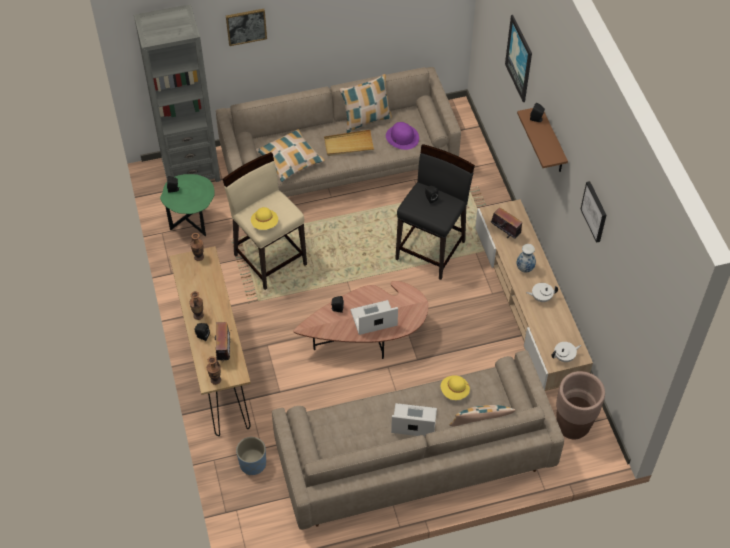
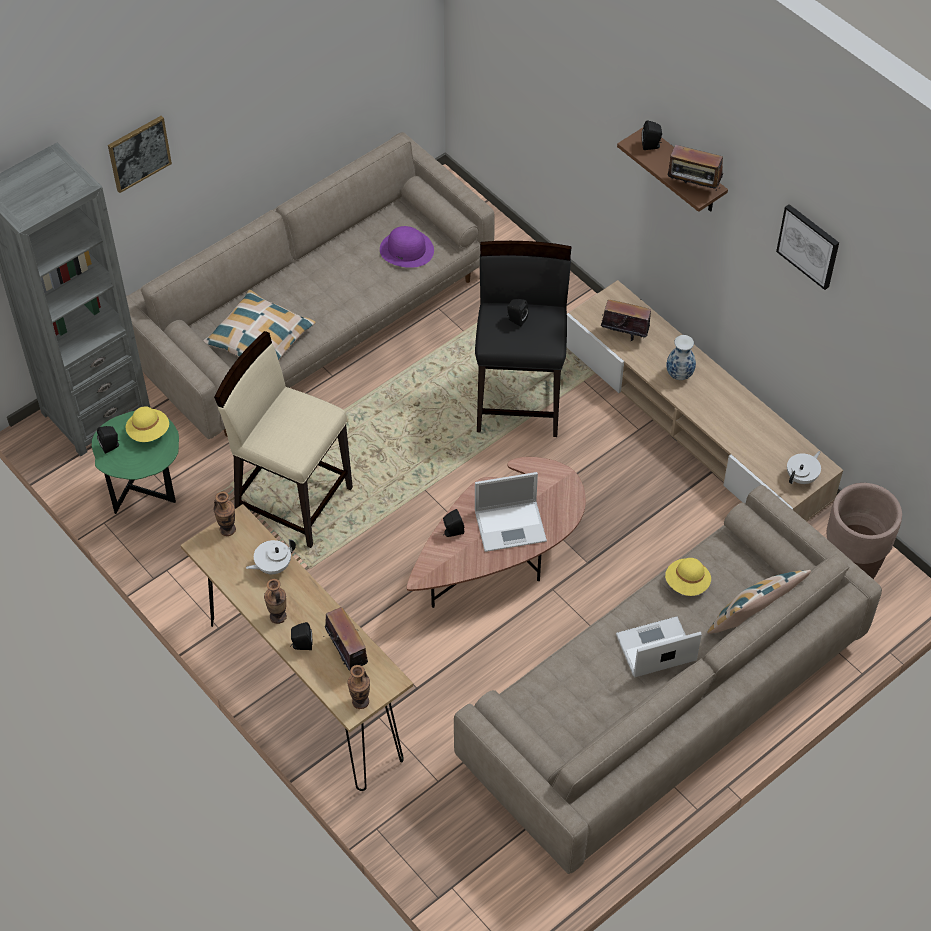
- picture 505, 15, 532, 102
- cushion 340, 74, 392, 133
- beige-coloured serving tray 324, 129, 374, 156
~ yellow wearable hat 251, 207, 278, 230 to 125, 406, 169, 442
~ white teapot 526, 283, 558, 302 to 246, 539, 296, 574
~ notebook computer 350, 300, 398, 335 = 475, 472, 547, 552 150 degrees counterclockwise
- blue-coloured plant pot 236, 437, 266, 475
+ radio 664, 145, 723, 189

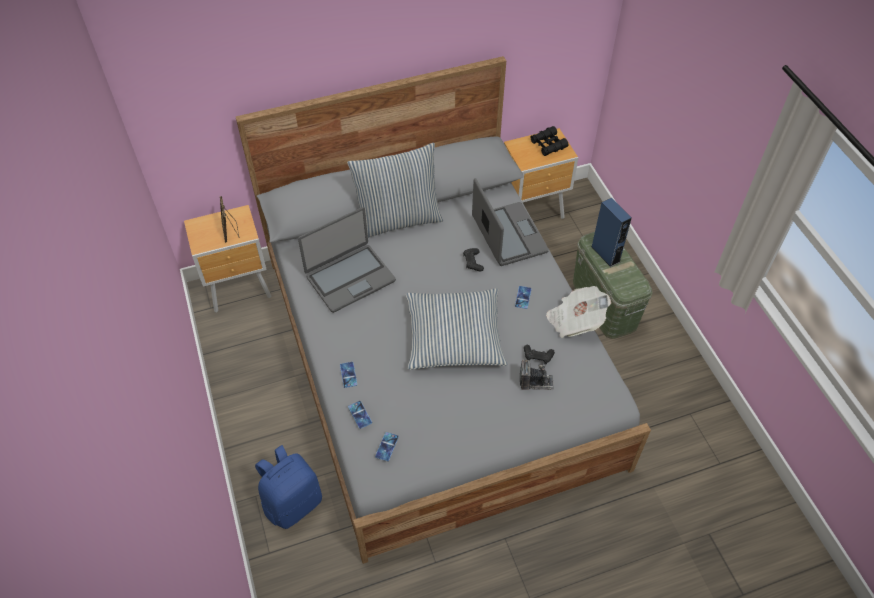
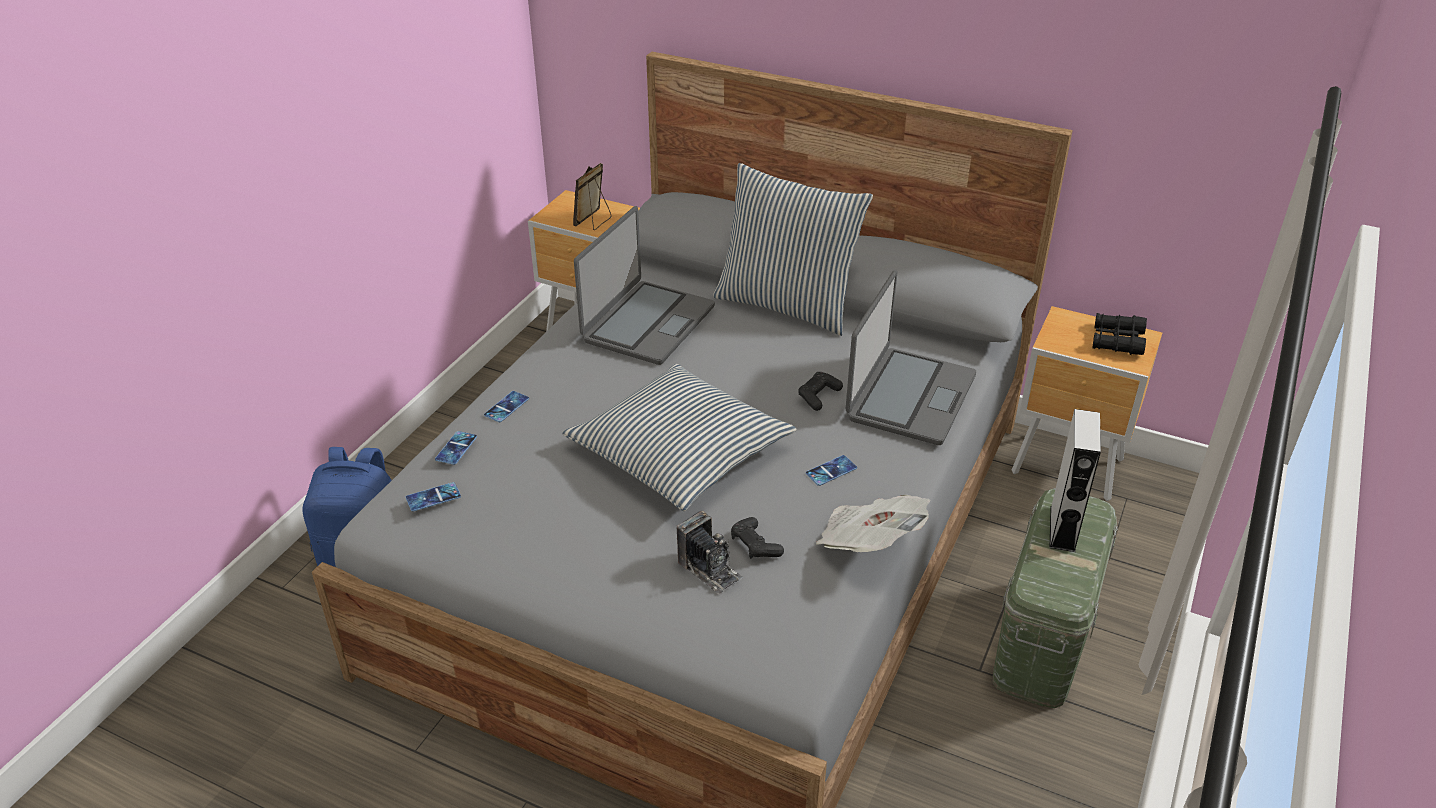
~ blue-coloured audio speaker 591, 198, 632, 267 to gray audio speaker 1050, 409, 1101, 552
~ notebook computer 298, 207, 396, 313 = 574, 206, 715, 365 75 degrees counterclockwise

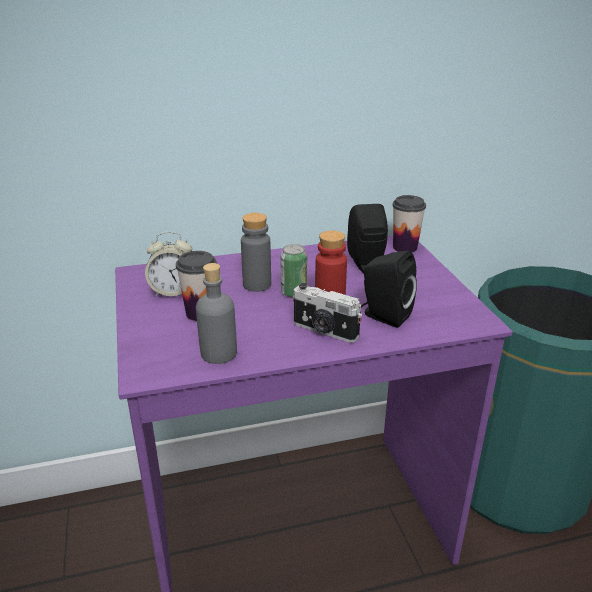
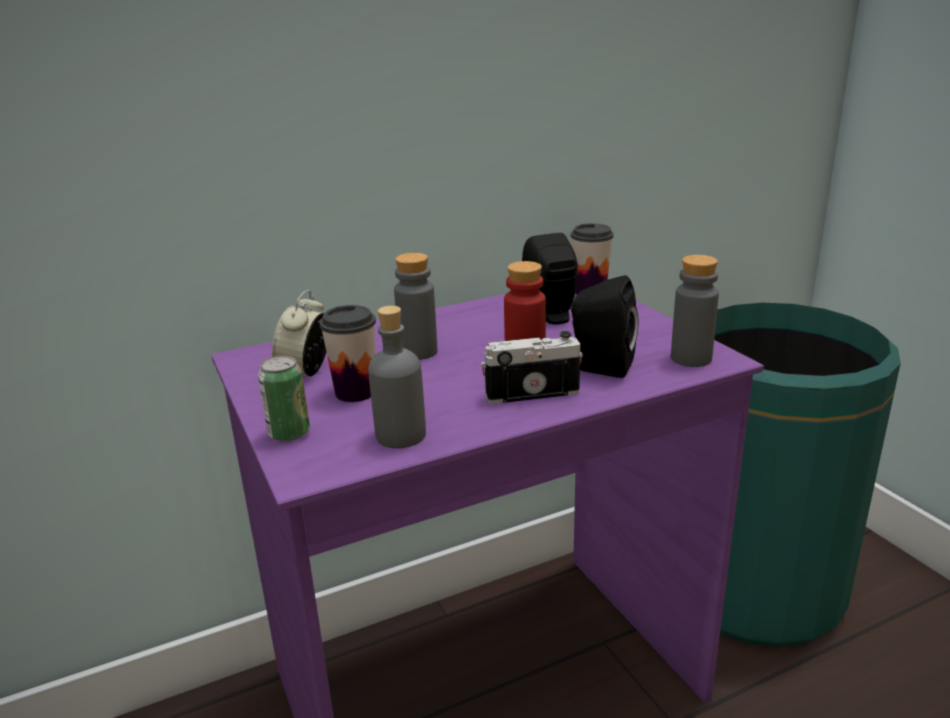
~ table clock 145, 232, 193, 296 = 272, 290, 326, 376 120 degrees clockwise
~ metal can 280, 244, 307, 298 to 258, 356, 310, 442
~ photo camera 293, 283, 362, 343 = 481, 331, 583, 404 150 degrees clockwise
+ gray beverage bottle 671, 255, 719, 367

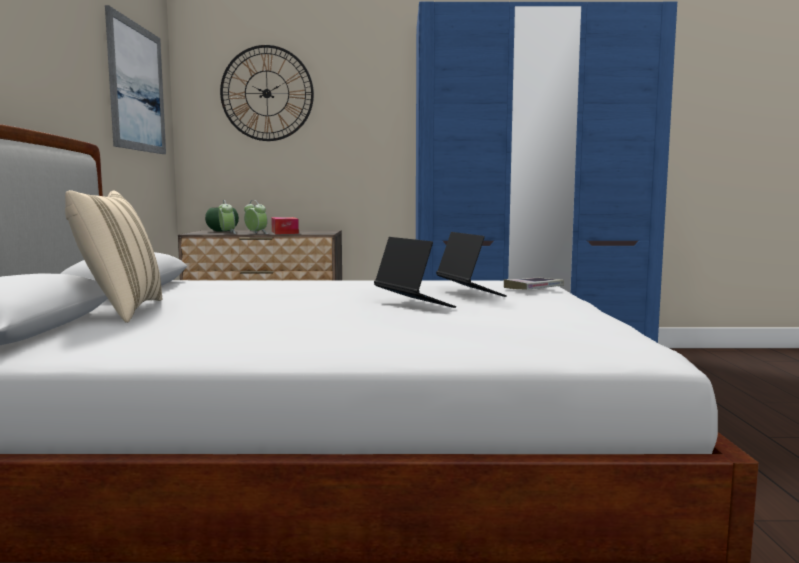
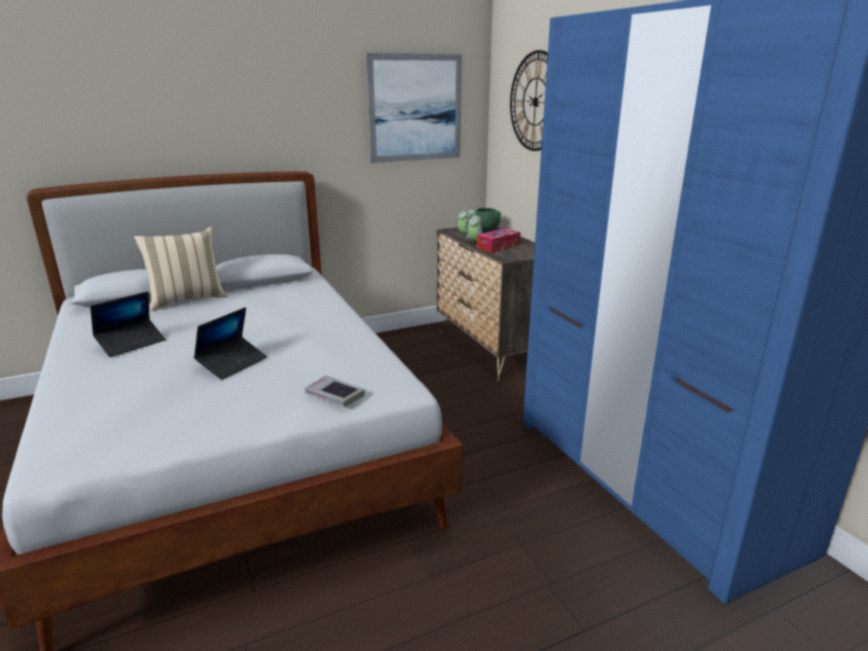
~ notebook computer 436, 232, 507, 297 to 90, 291, 166, 357

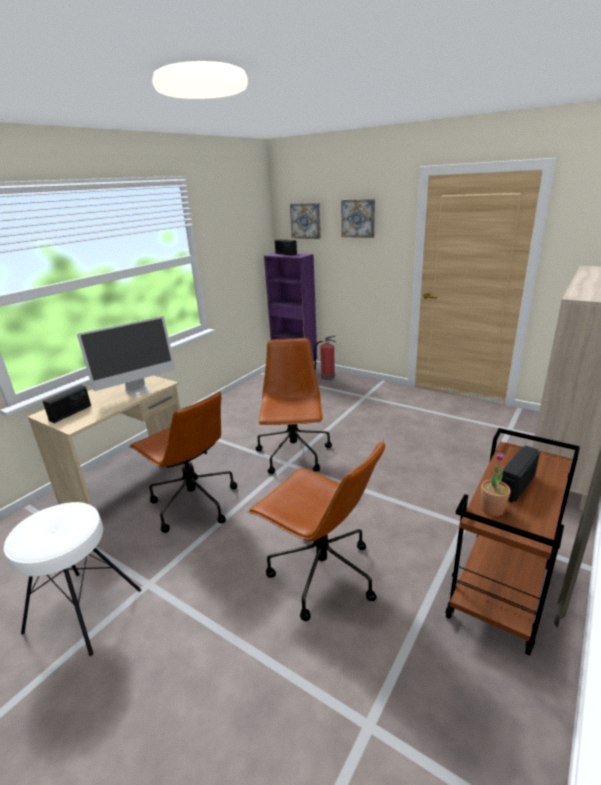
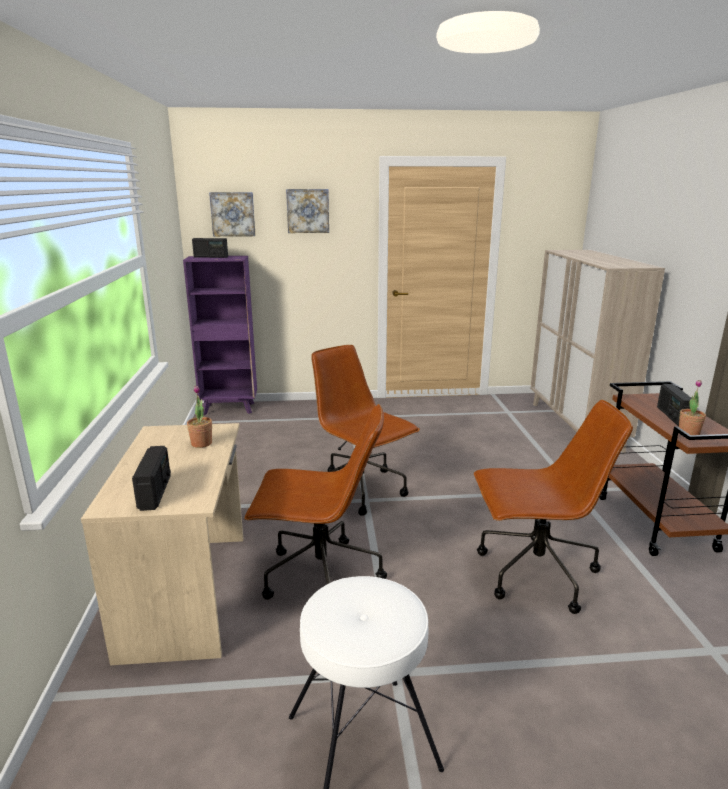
~ computer display 77, 316, 176, 396 to plant in a pot 187, 386, 212, 448
- extinguisher 314, 335, 336, 380

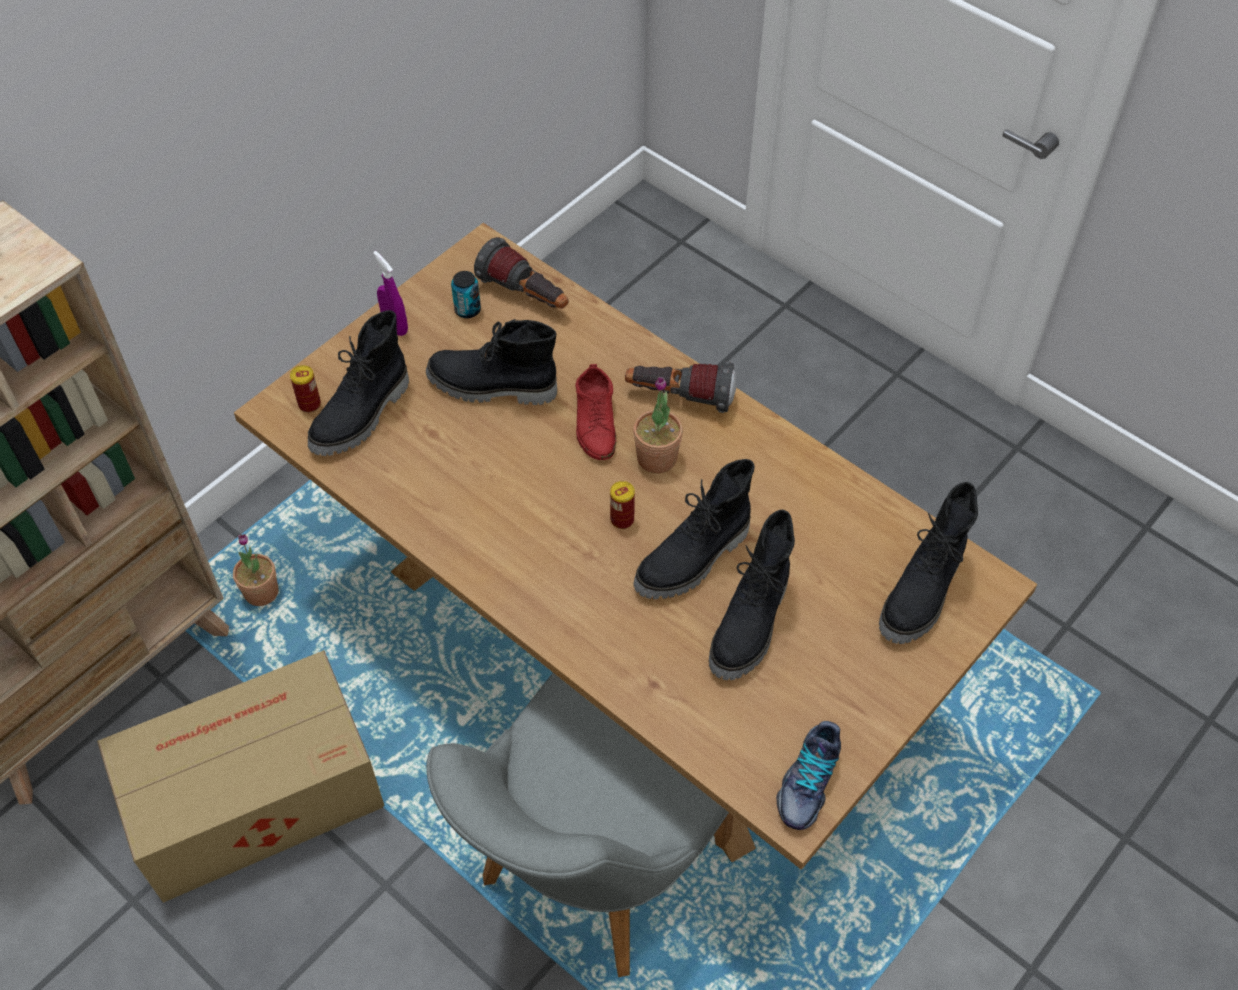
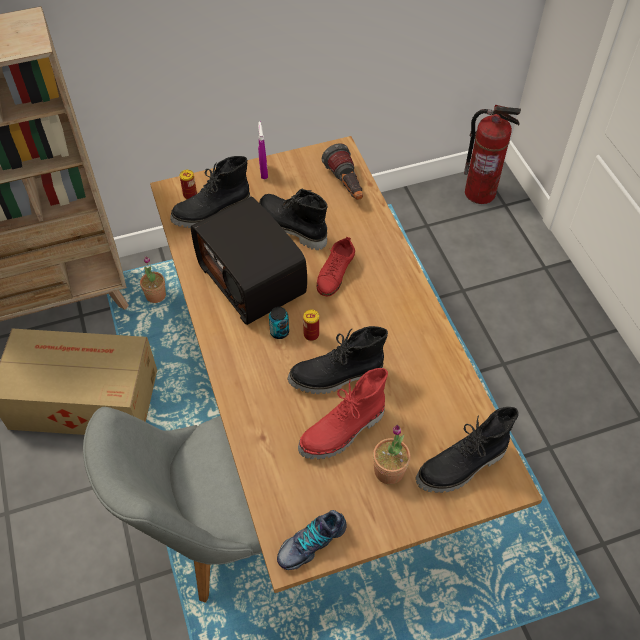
~ metal can 451, 271, 481, 318 to 269, 307, 289, 339
- hand torch 625, 362, 736, 413
~ plant in a pot 633, 376, 683, 474 to 373, 425, 411, 485
~ black tall boot 709, 509, 795, 680 to reddish tall boot 298, 368, 388, 459
+ extinguisher 464, 105, 521, 204
+ radio 191, 196, 307, 325

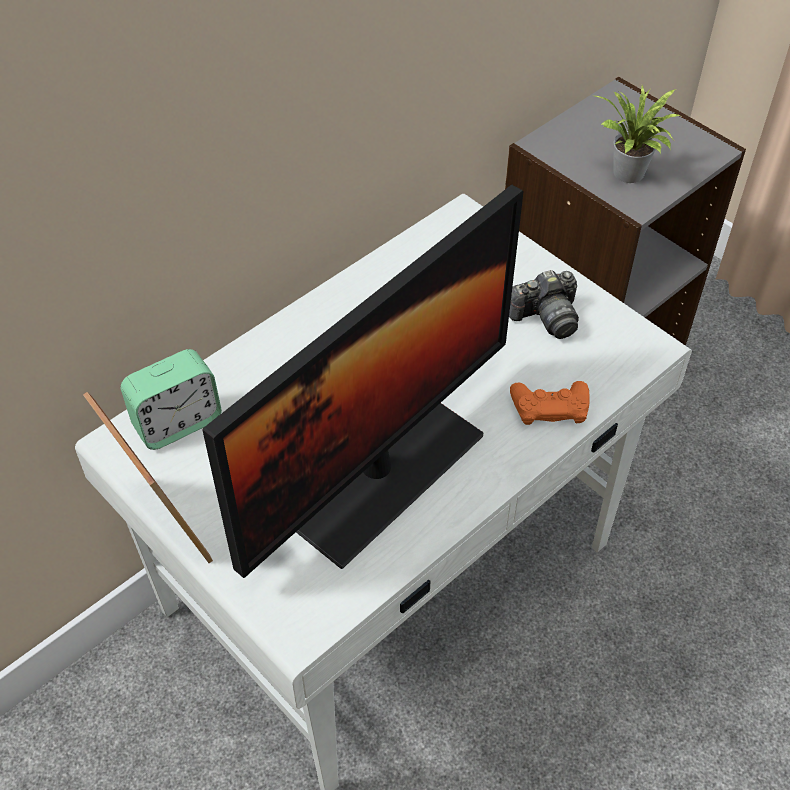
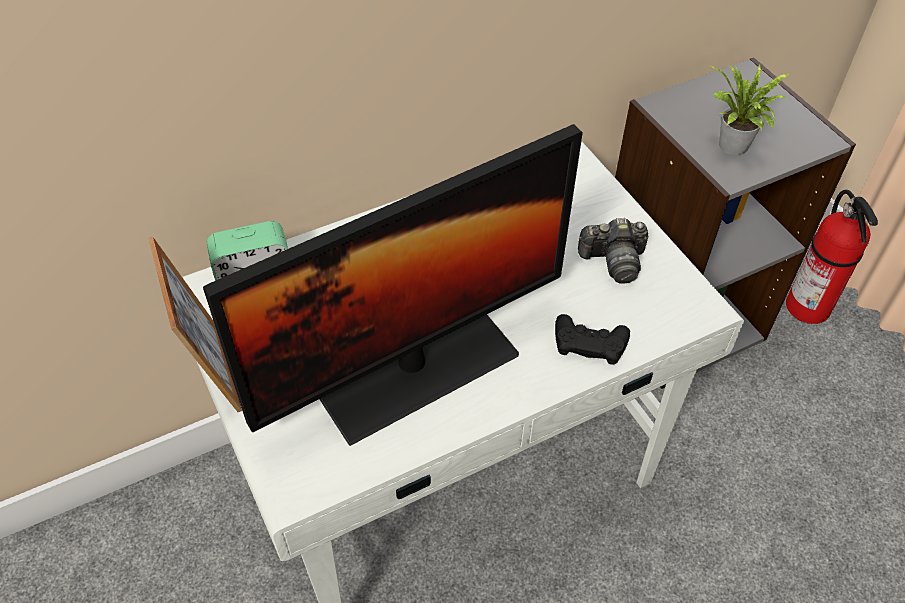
~ orange-coloured game controller 510, 381, 590, 425 to black game controller 555, 314, 630, 364
+ extinguisher 786, 190, 878, 324

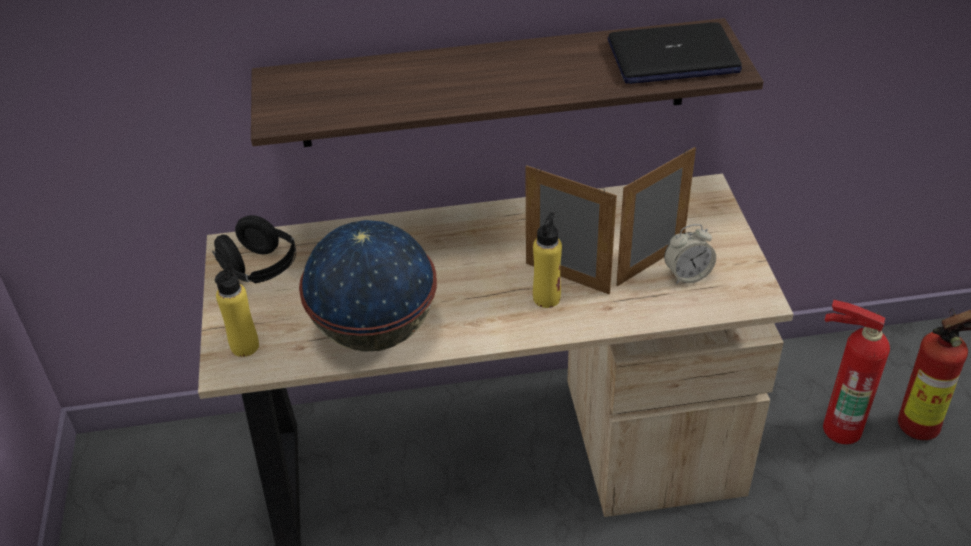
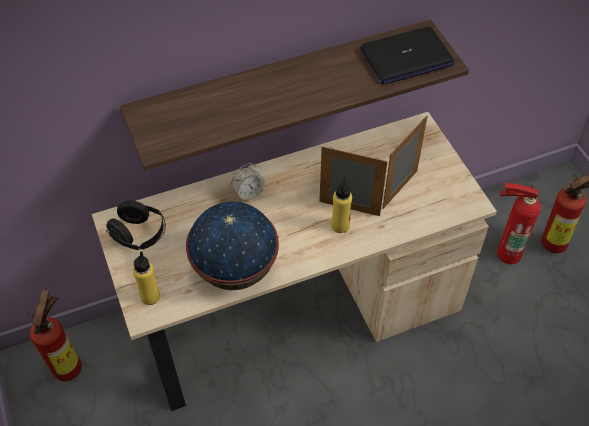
~ table clock 664, 224, 716, 284 to 232, 163, 265, 201
+ extinguisher 27, 289, 82, 381

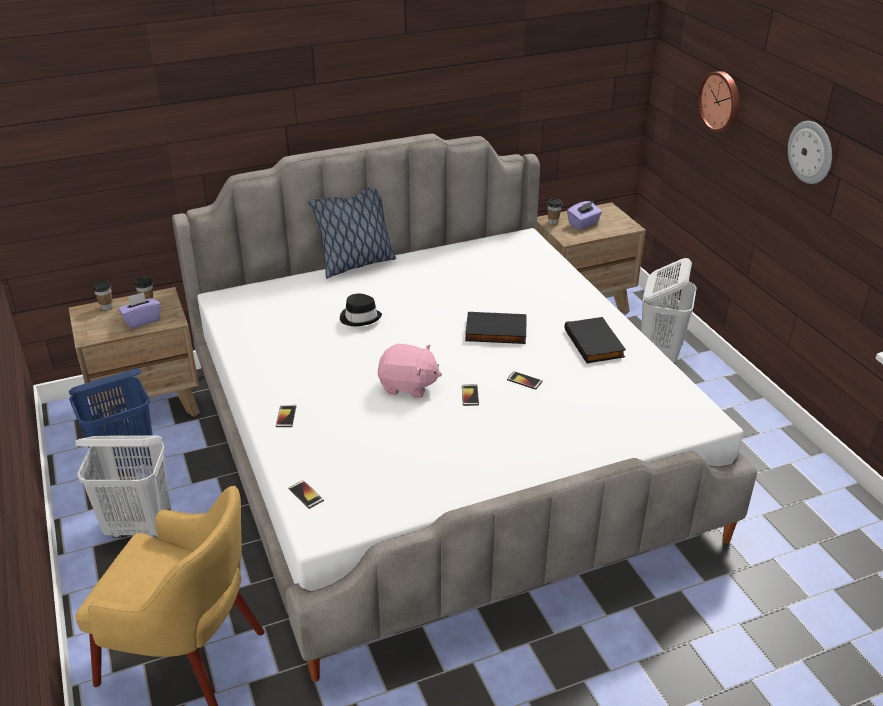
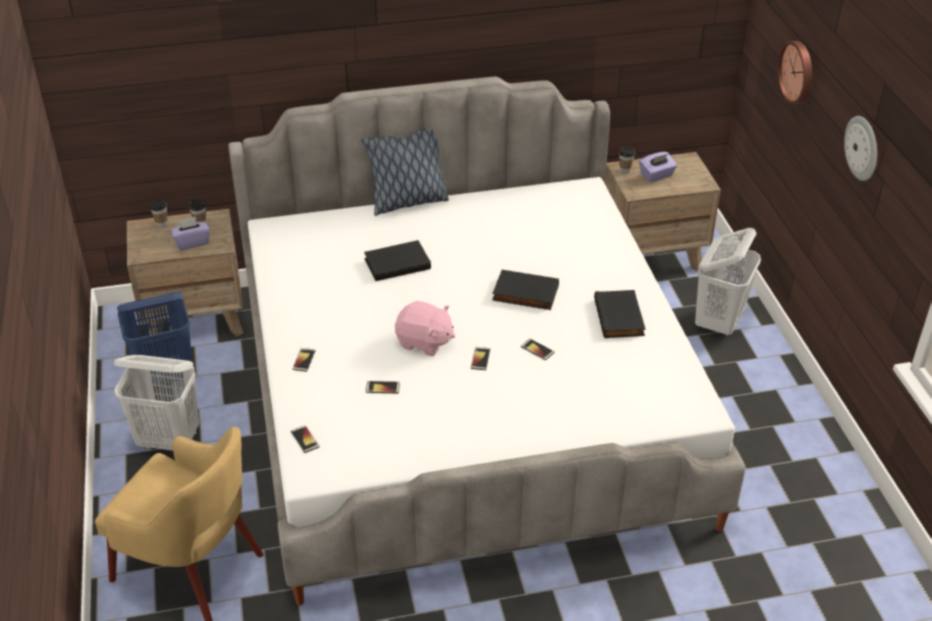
~ black wearable hat 340, 294, 382, 326 to black bound book 364, 240, 431, 281
+ telephone 366, 381, 400, 393

